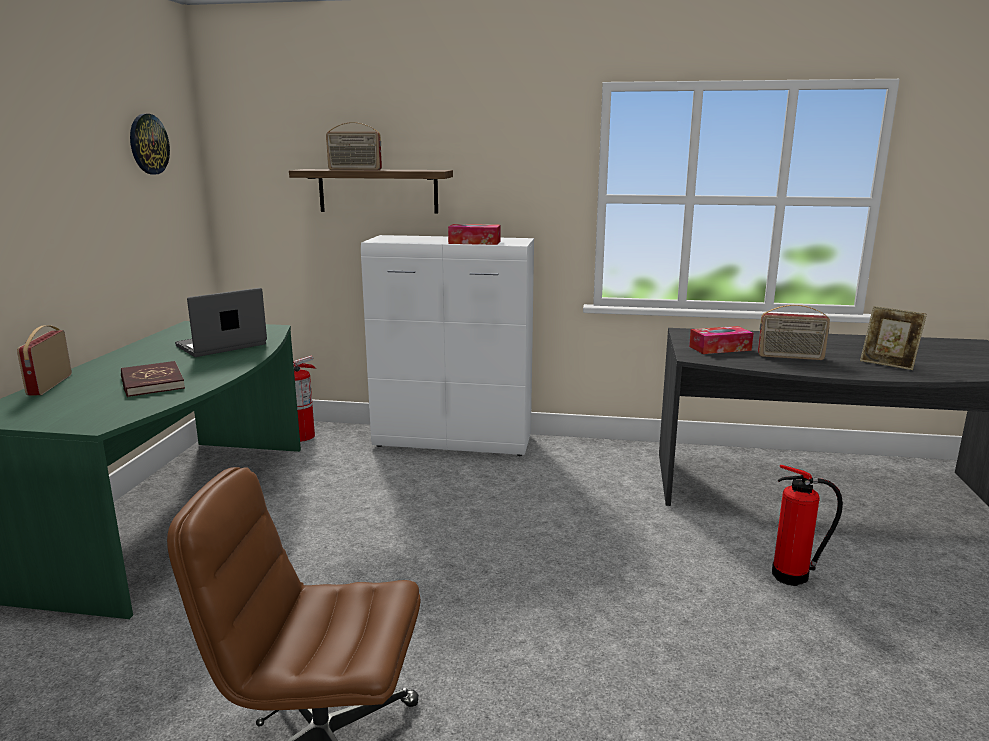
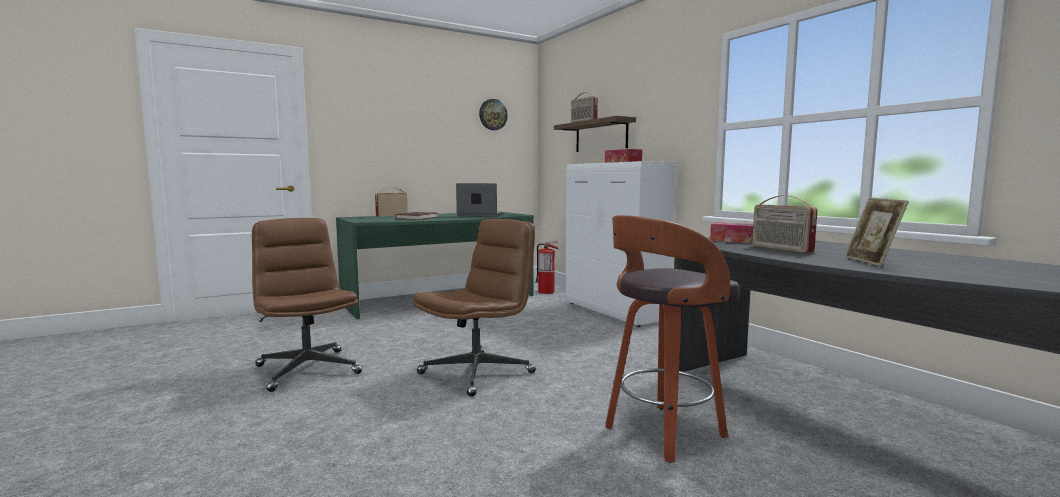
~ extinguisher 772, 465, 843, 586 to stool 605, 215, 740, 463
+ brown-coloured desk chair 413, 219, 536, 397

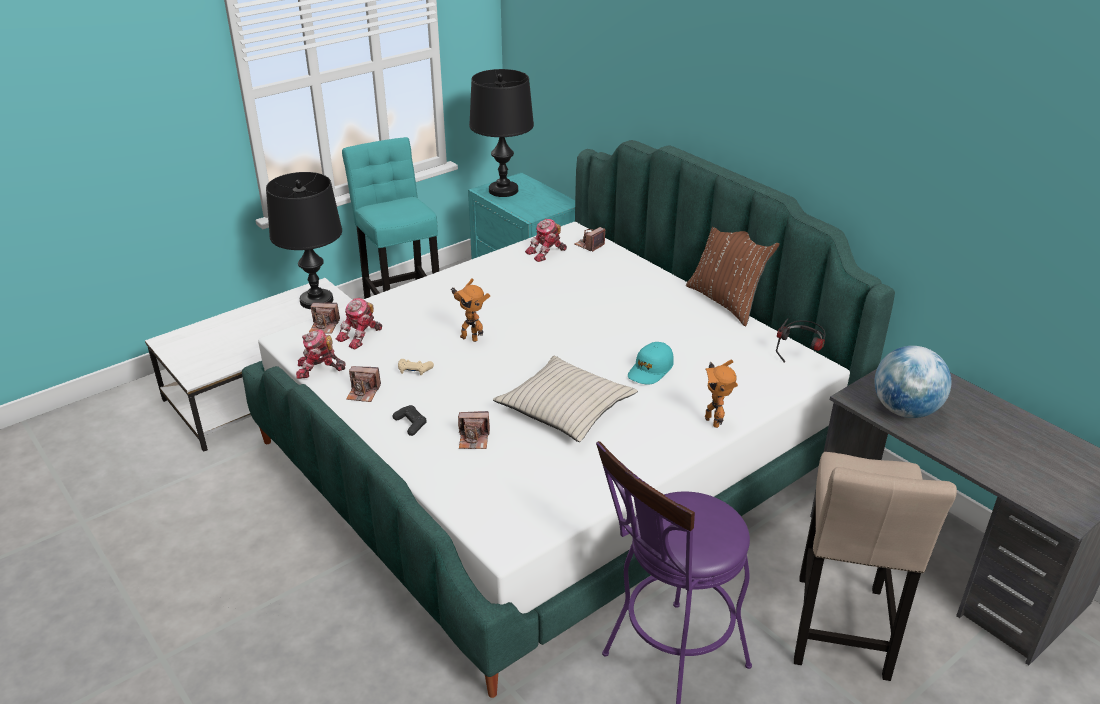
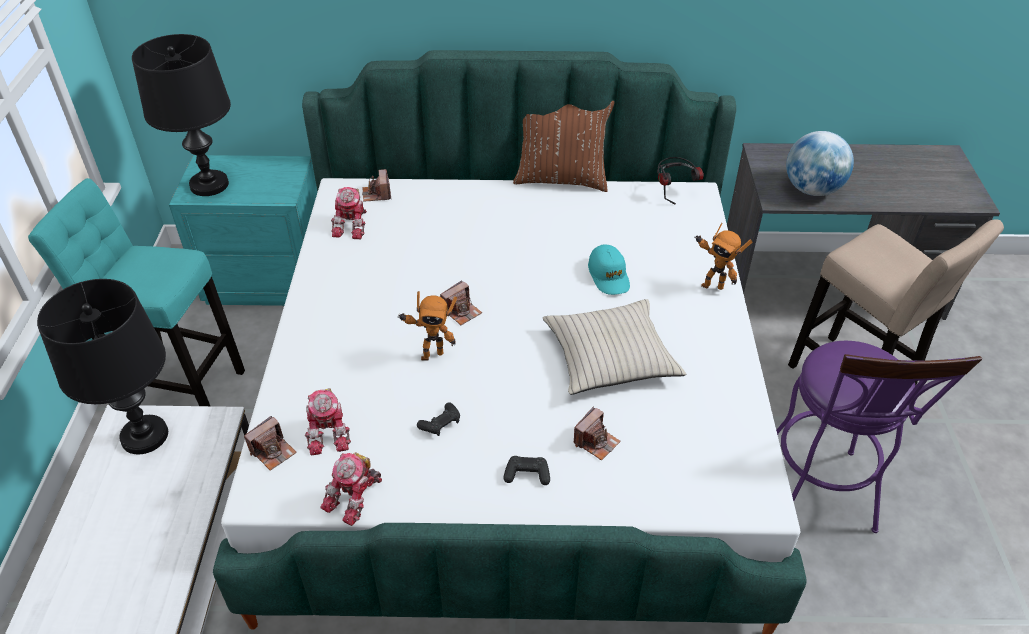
~ beige-coloured game controller 398, 359, 434, 375 to black game controller 417, 402, 460, 436
~ photo camera 346, 366, 381, 402 to 440, 280, 482, 325

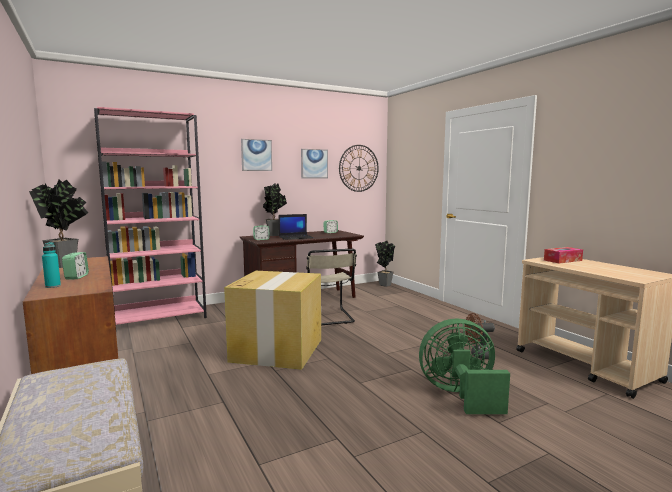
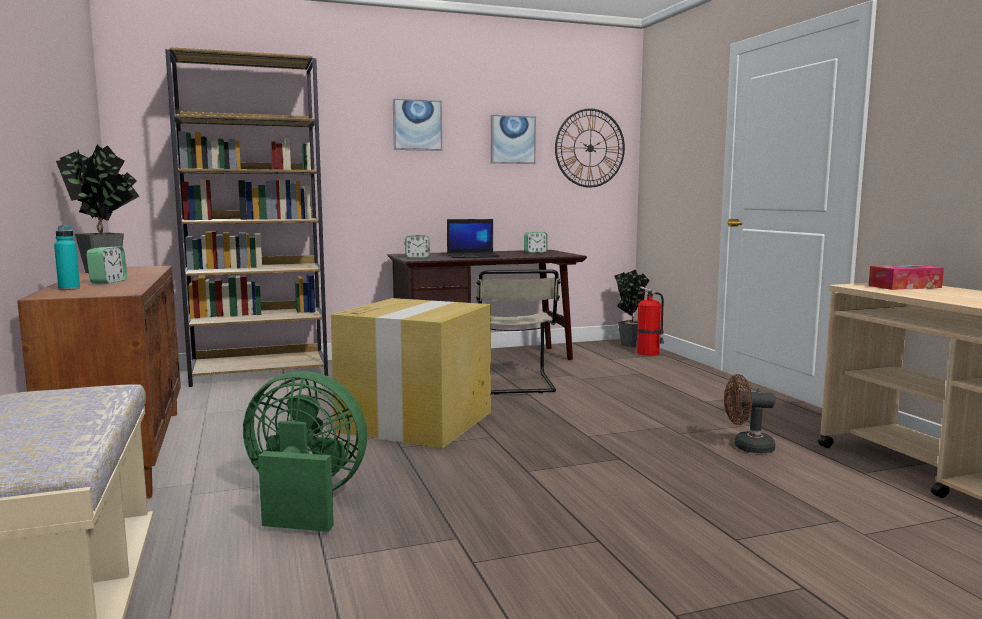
~ pink bookshelf 94, 107, 207, 325 to brown-coloured bookshelf 165, 47, 328, 387
- plant in a pot 263, 183, 287, 236
~ green-coloured fan 419, 318, 510, 414 to 243, 371, 367, 532
+ extinguisher 637, 286, 664, 356

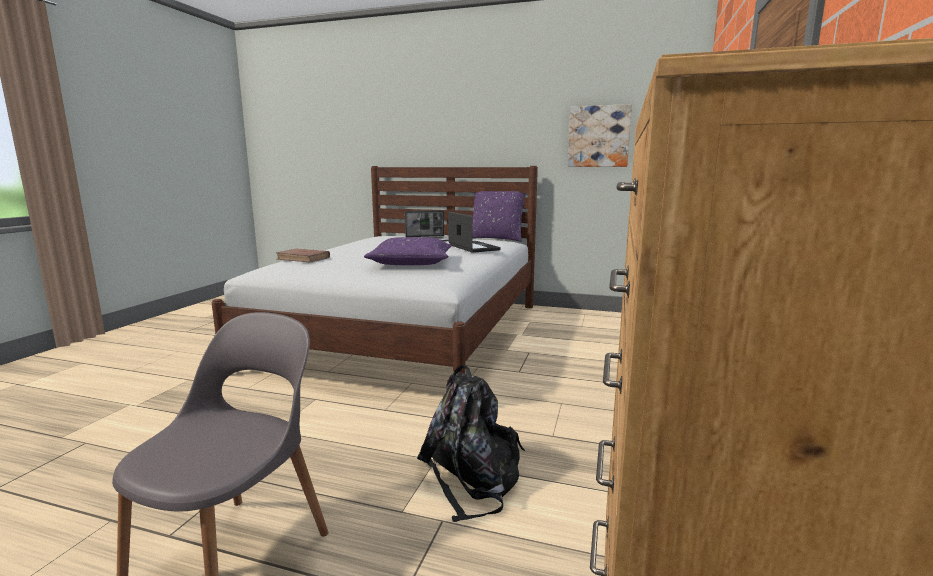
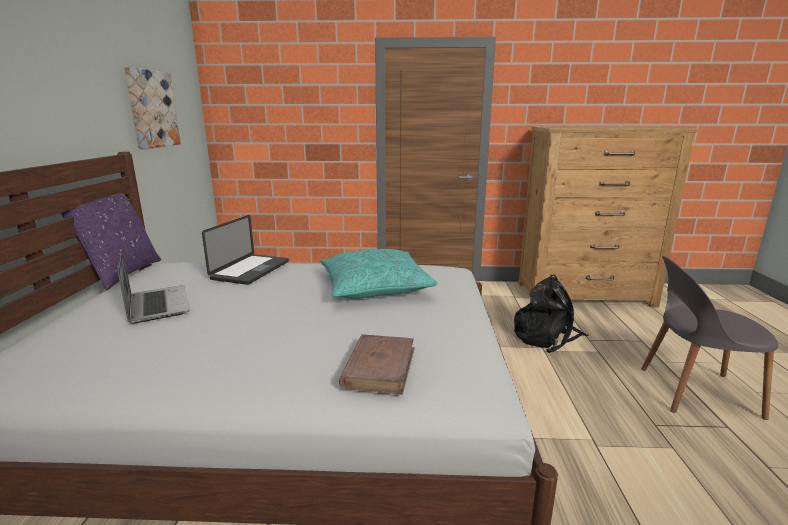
~ notebook computer 448, 212, 501, 253 = 202, 215, 289, 285 150 degrees clockwise
~ purplish cushion 364, 237, 452, 265 to turquoise cushion 320, 249, 438, 299

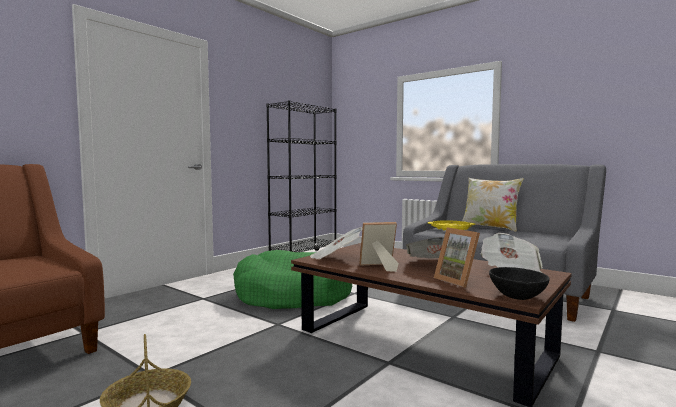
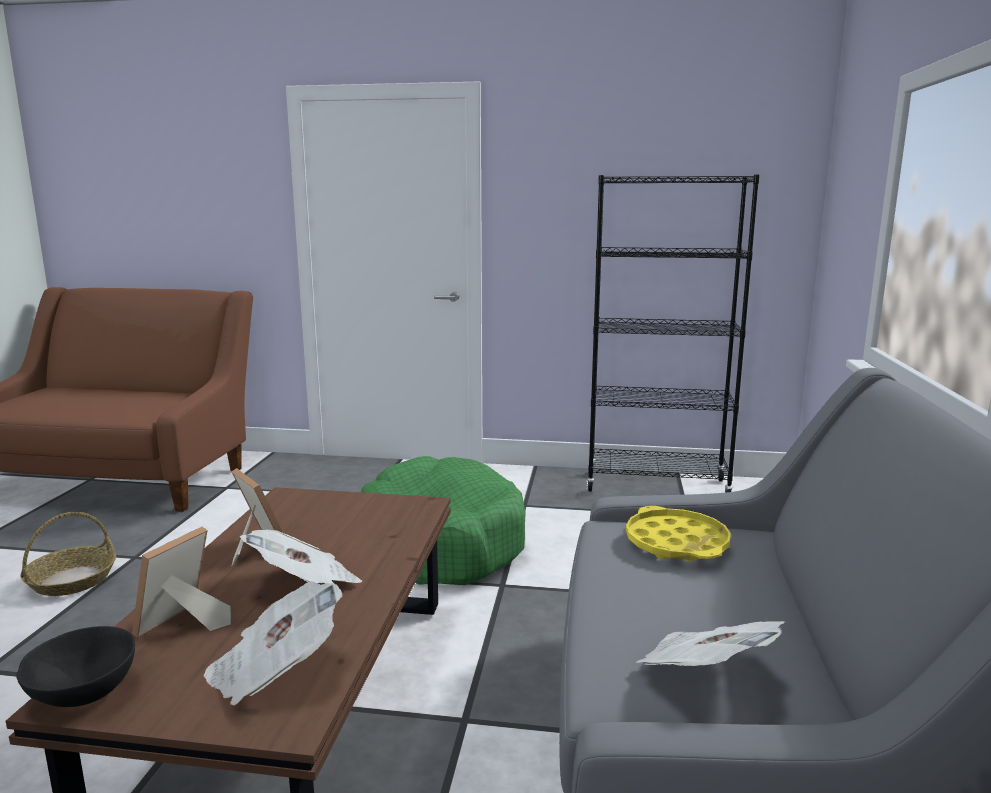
- cushion 462, 178, 524, 232
~ printed paper 310, 227, 363, 259 to 635, 621, 784, 666

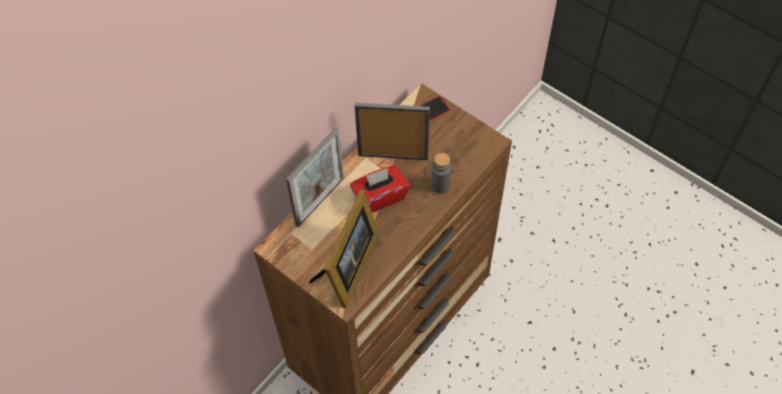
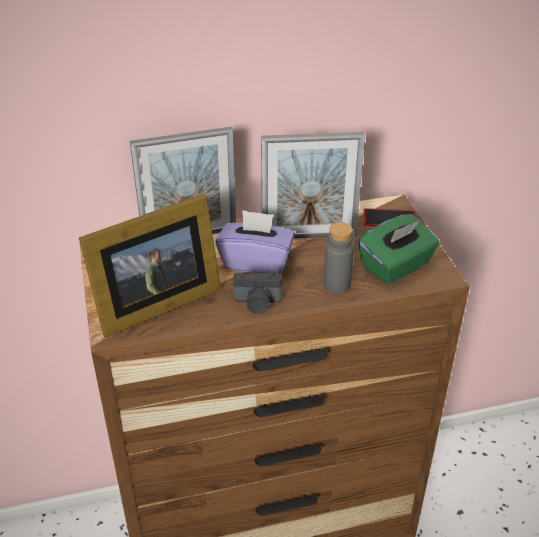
~ picture frame 354, 103, 430, 160 = 261, 132, 365, 239 135 degrees clockwise
~ reddish box of tissues 350, 165, 410, 213 to purplish box of tissues 215, 210, 295, 274
+ green-coloured box of tissues 358, 214, 440, 285
+ photo camera 233, 271, 282, 314

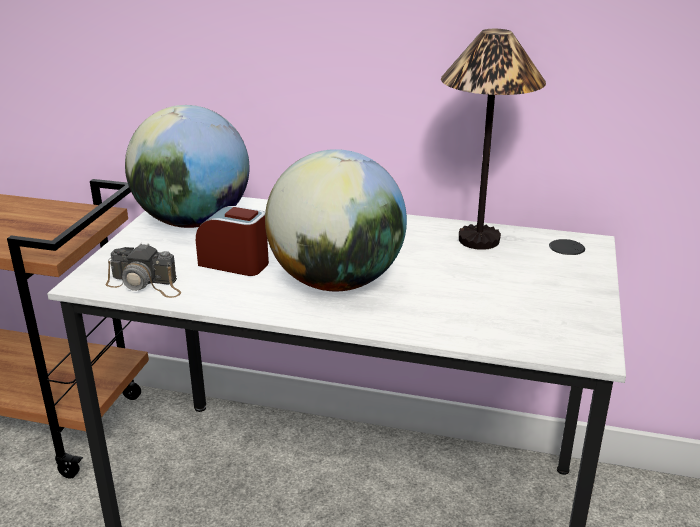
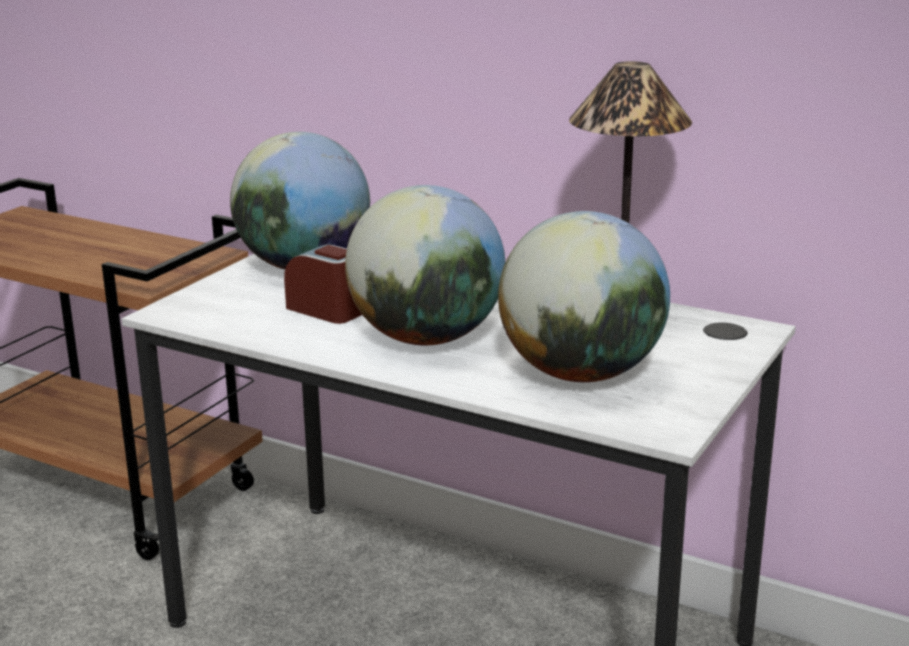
- photo camera 106, 243, 181, 298
+ world globe 498, 211, 670, 382

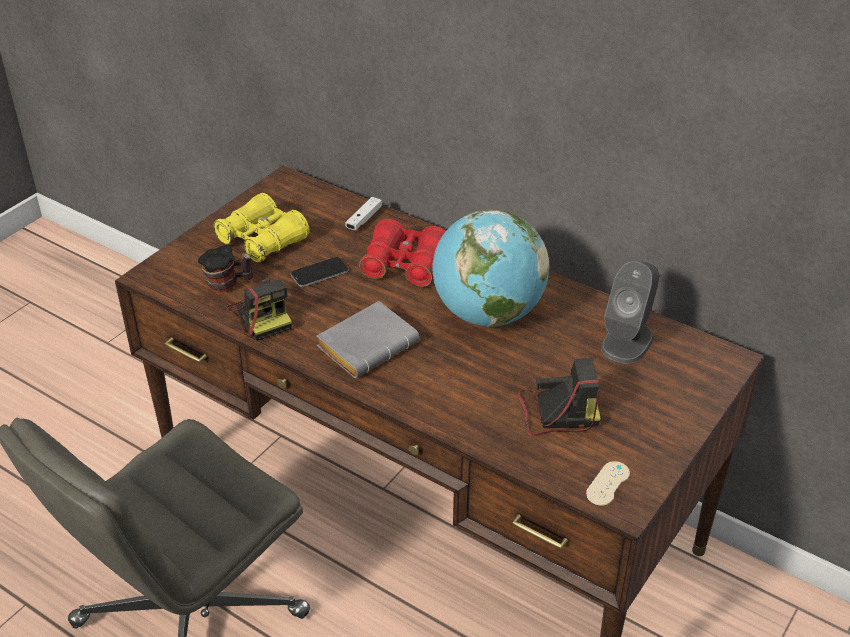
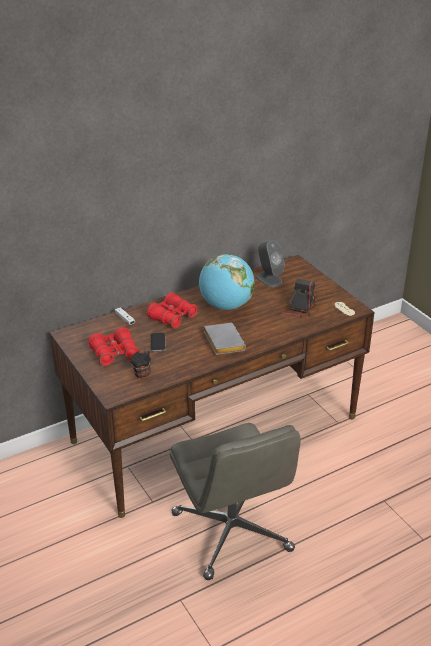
~ yellow field glasses 213, 193, 309, 263 to reddish field glasses 88, 327, 139, 366
- photo camera 227, 278, 292, 341

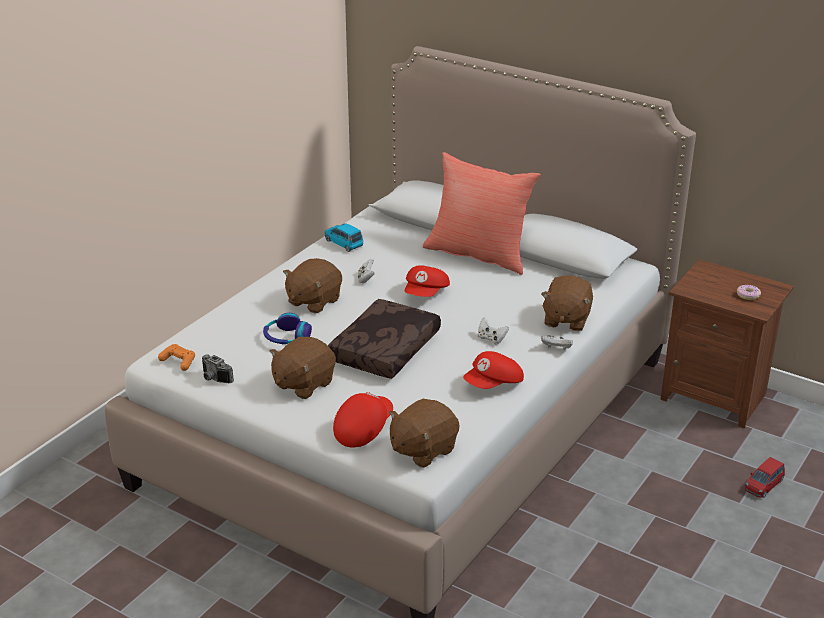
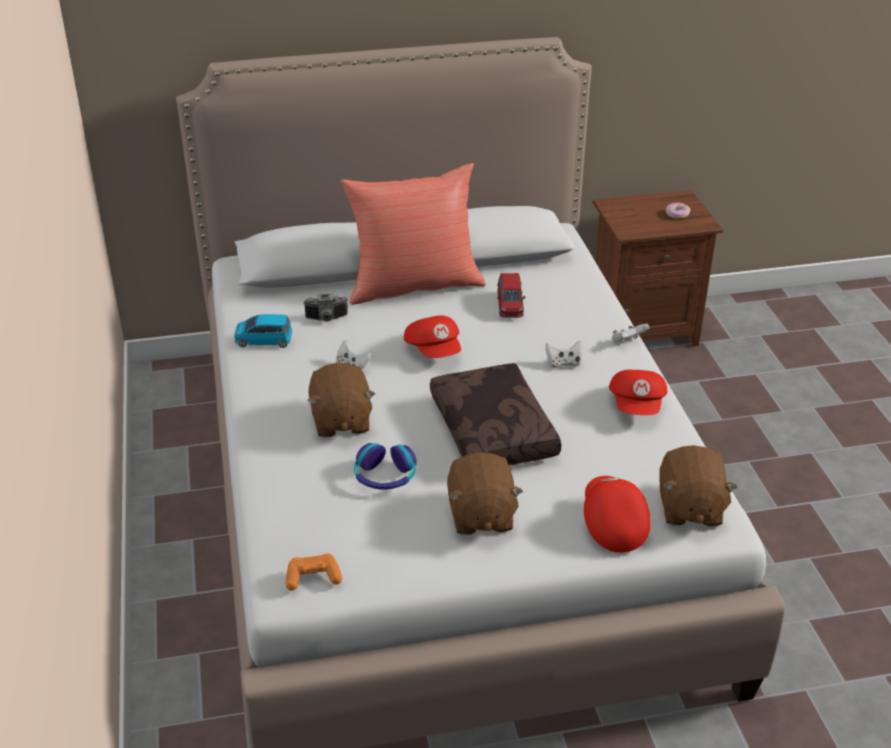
- brown-coloured plush toy 541, 275, 593, 331
~ photo camera 202, 354, 234, 383 to 304, 294, 348, 322
~ reddish toy car 745, 457, 785, 498 to 497, 273, 525, 318

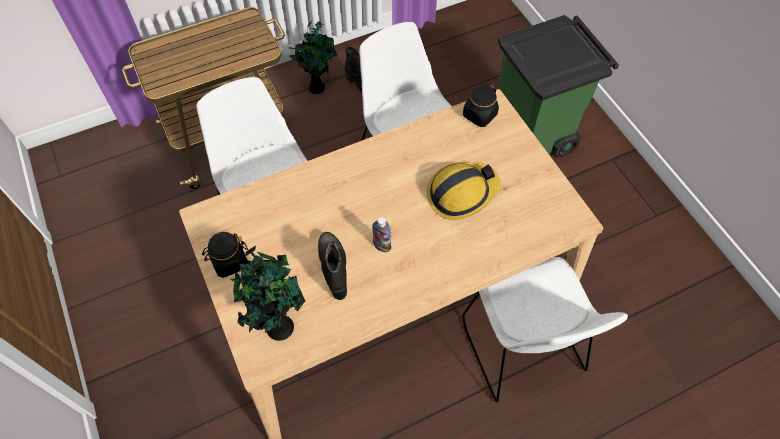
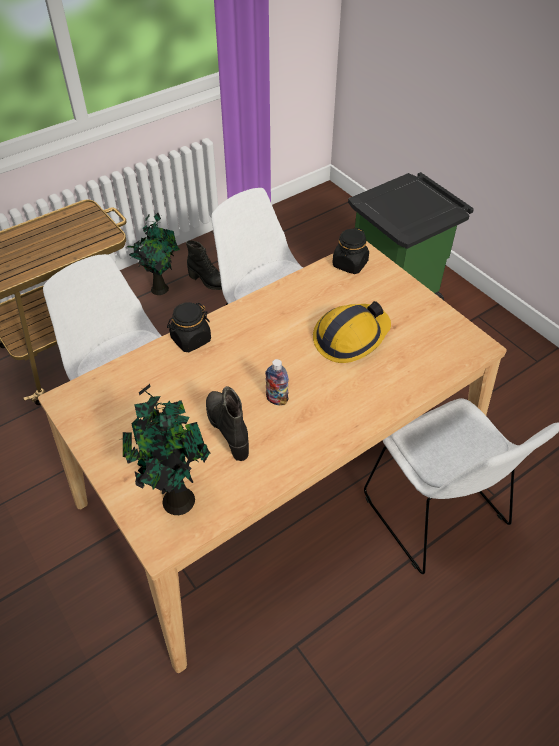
~ black preserve jar 202, 232, 248, 278 to 167, 302, 211, 352

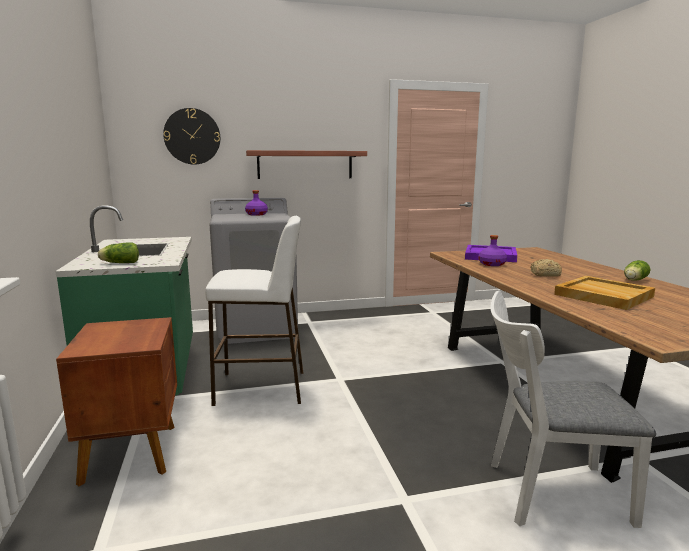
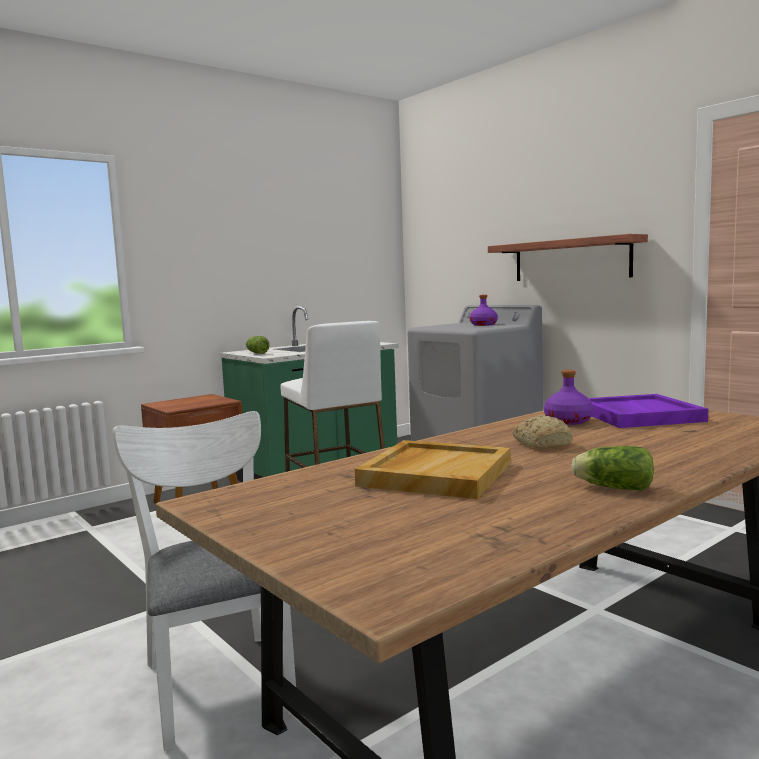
- wall clock 163, 108, 220, 165

